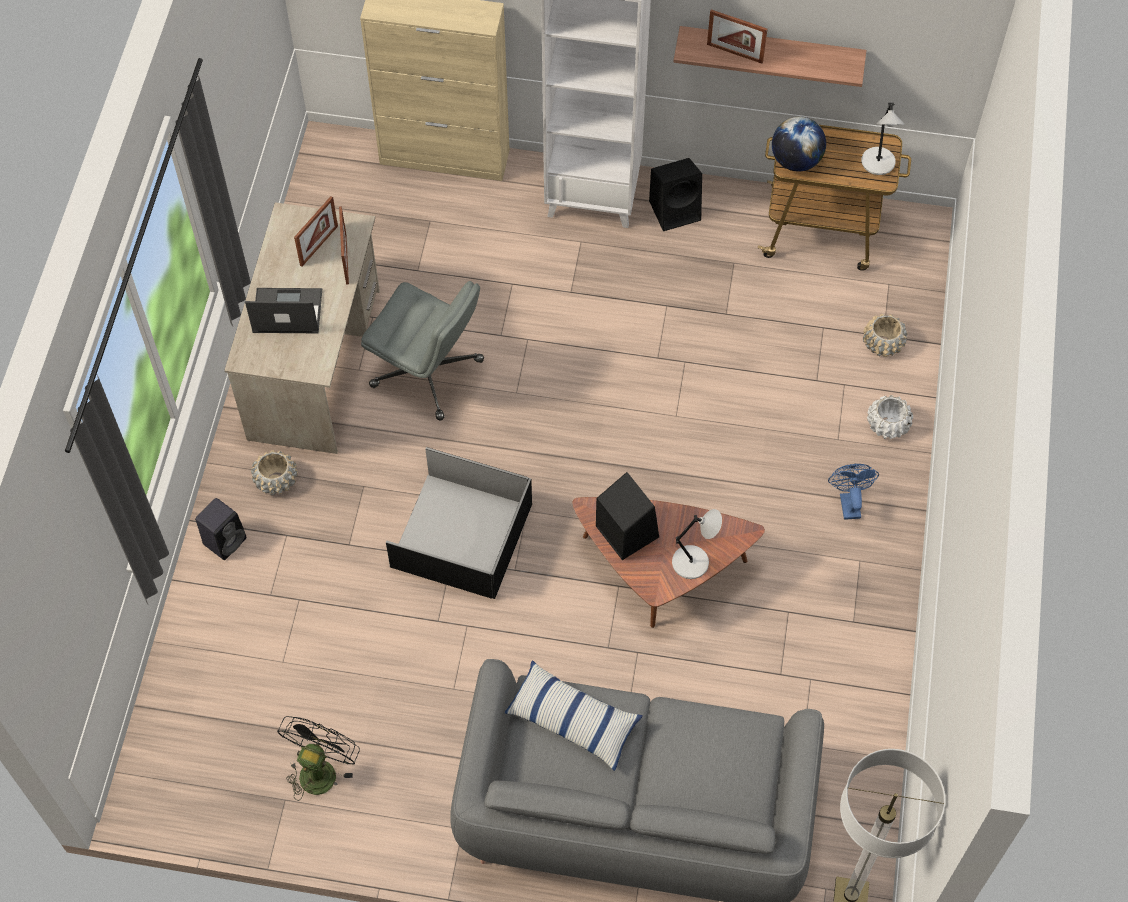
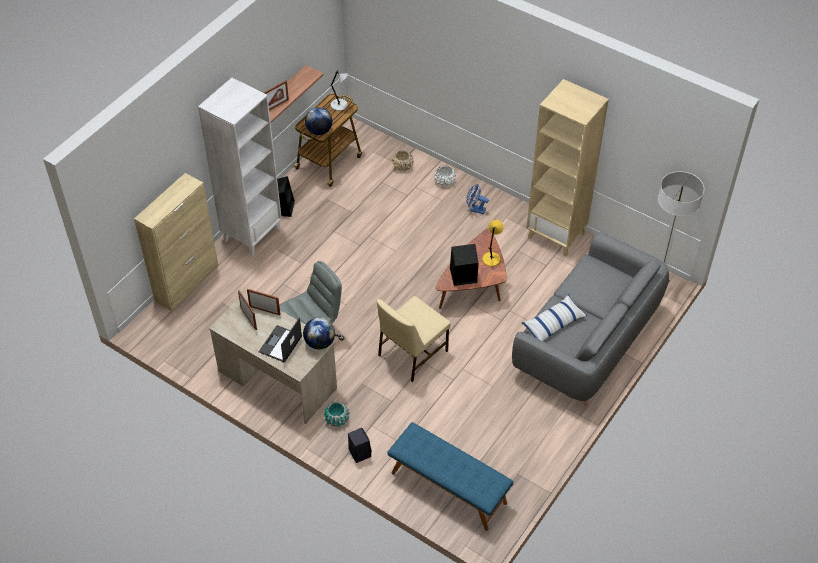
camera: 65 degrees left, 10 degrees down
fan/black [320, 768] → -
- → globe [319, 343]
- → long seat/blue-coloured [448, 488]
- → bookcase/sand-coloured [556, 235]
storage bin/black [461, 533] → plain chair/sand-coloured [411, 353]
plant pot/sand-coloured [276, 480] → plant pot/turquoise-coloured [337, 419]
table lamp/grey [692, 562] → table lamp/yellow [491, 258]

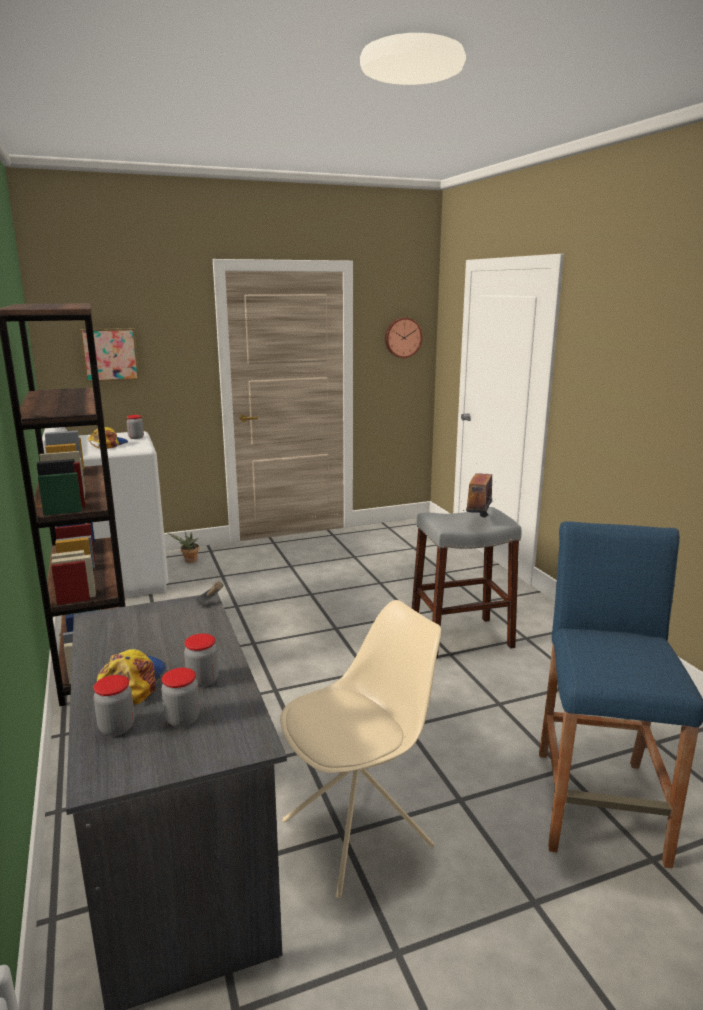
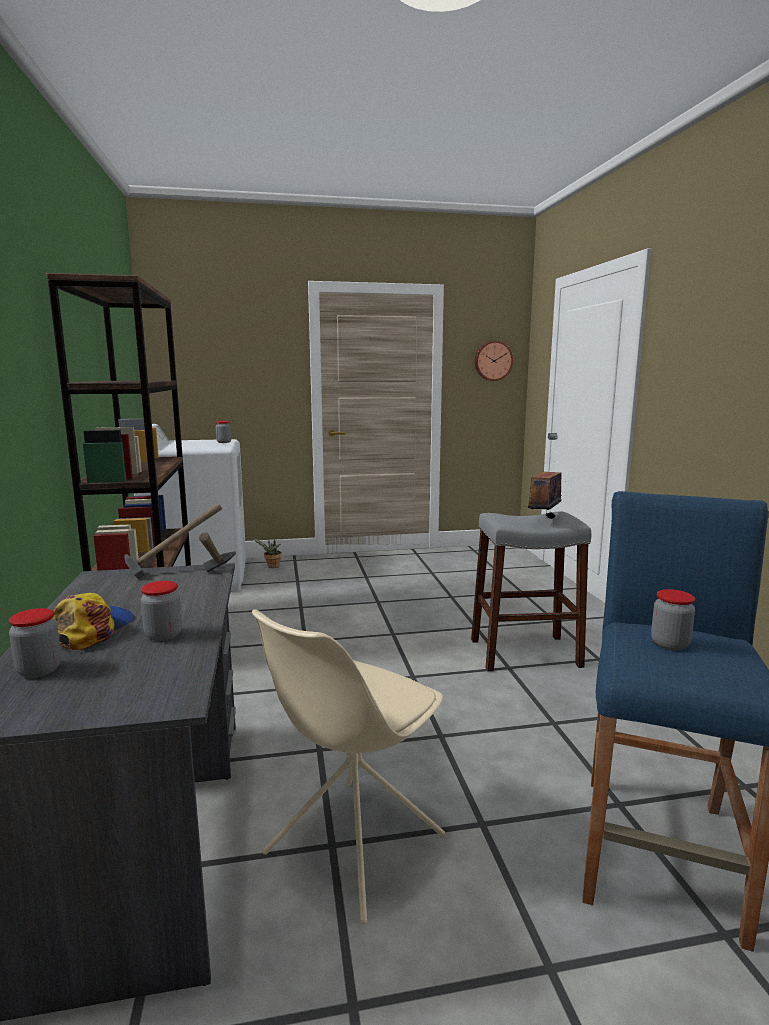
camera: 10 degrees right, 5 degrees down
picture [110, 354] → -
cap [108, 444] → -
- → hand hammer [173, 569]
preserve jar [182, 719] → preserve jar [669, 644], moved
plain chair/sand-coloured [359, 832] → plain chair/sand-coloured [352, 846], 150 degrees clockwise

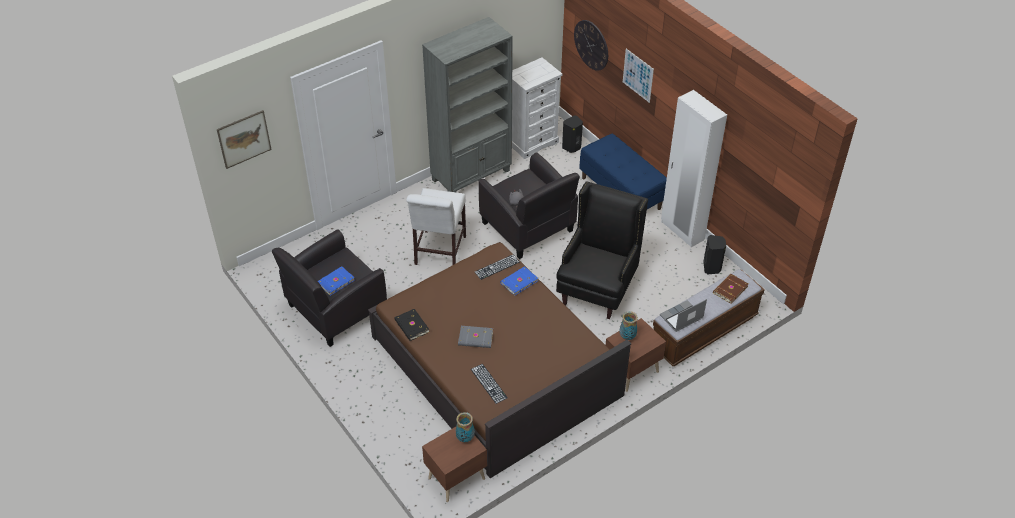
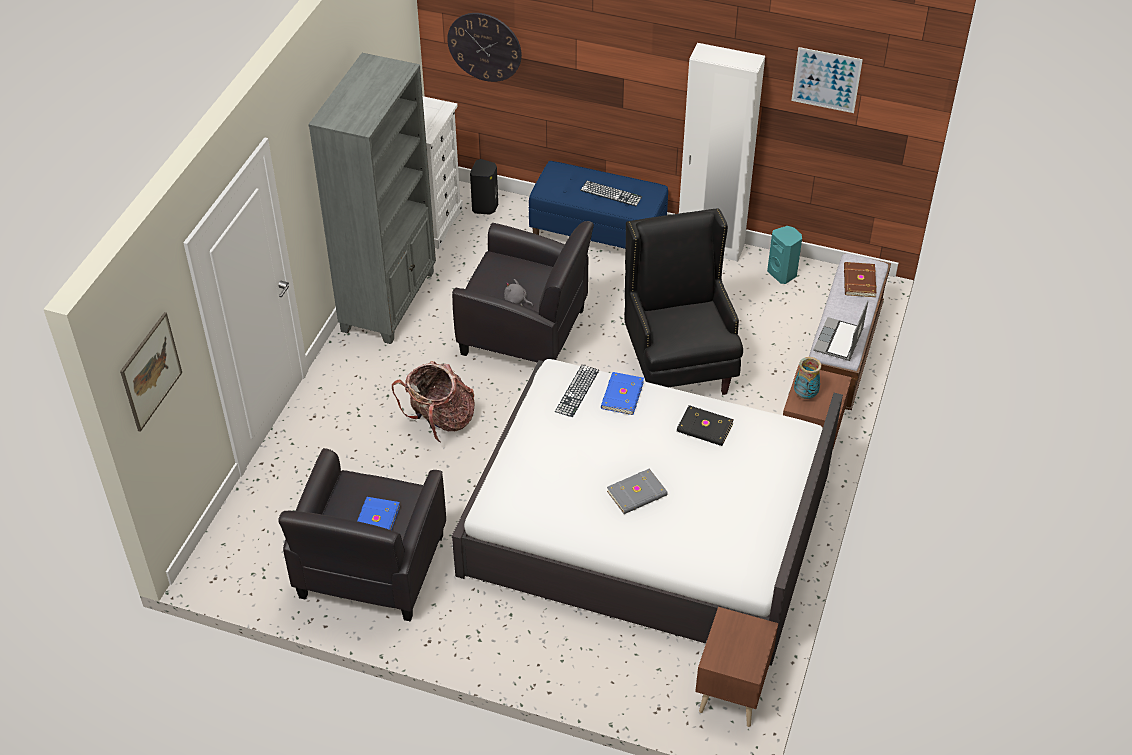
camera: 35 degrees left, 0 degrees up
flower vase [465, 438] → -
volume/black [411, 326] → volume/black [704, 428], moved
computer keyboard [489, 383] → computer keyboard [611, 193], moved
picture [638, 75] → picture [826, 80], moved
plain chair/white-coloured [439, 252] → rucksack [440, 421]
bed/brown [495, 366] → bed/white-coloured [647, 525]
audio speaker/black [712, 268] → audio speaker/turquoise-coloured [783, 274]

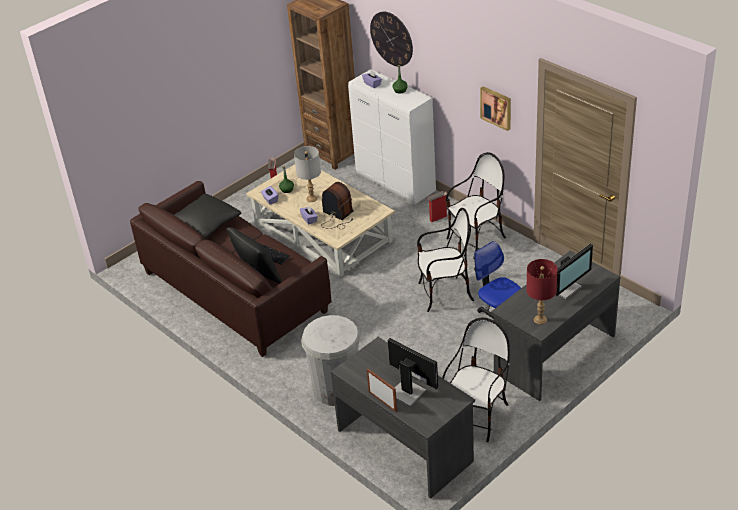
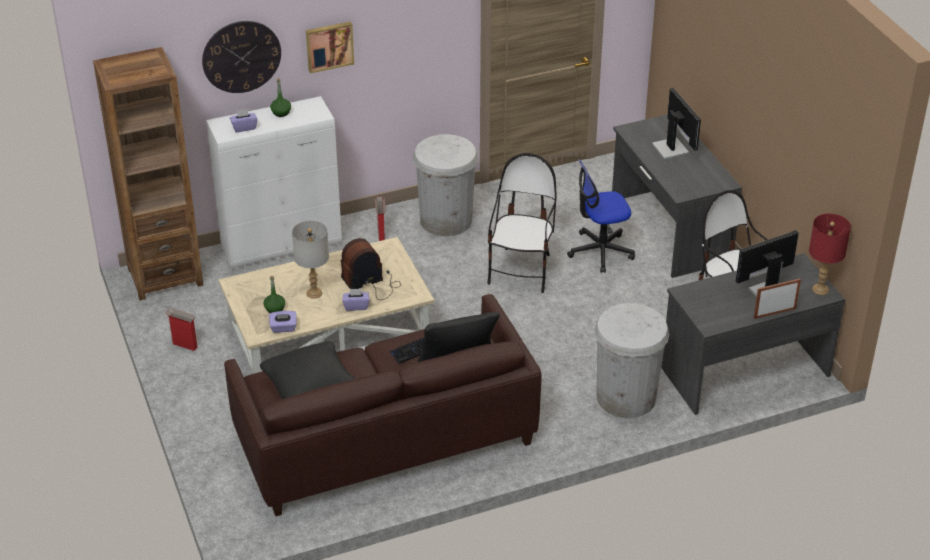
camera: 70 degrees left, 0 degrees up
picture [496, 107] → picture [329, 46], moved
table lamp/red [540, 319] → table lamp/red [820, 289], moved
plain chair [476, 240] → waste bin/white-coloured [446, 220]

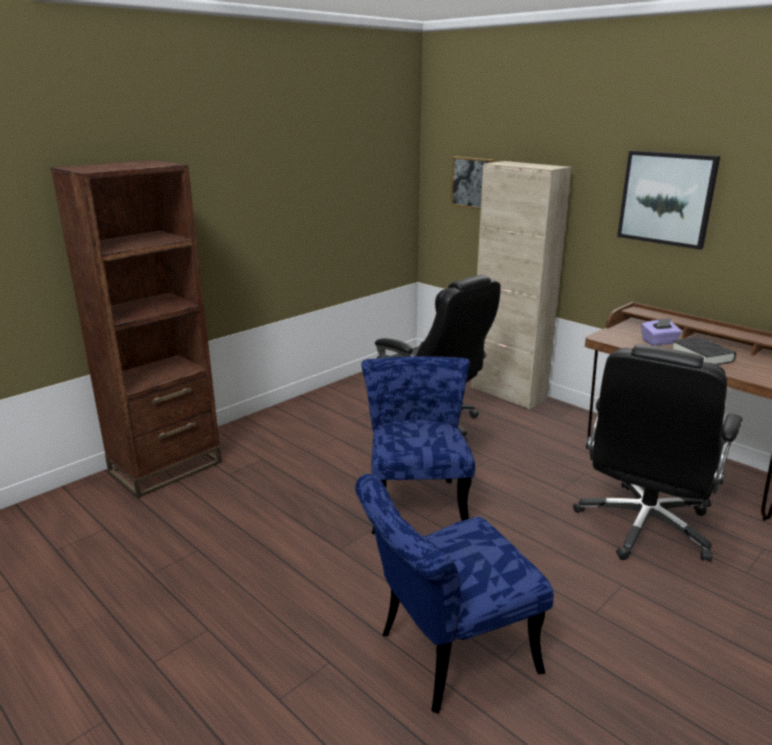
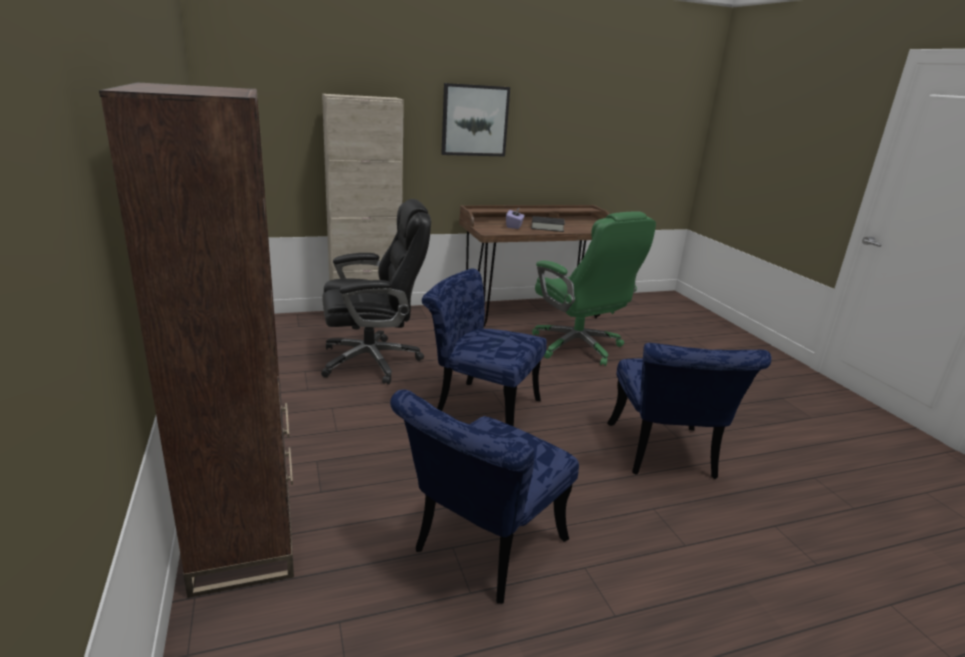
camera: 65 degrees left, 0 degrees up
picture [472, 183] → -
- → plain chair/blue-coloured [480, 550]
desk chair/black [643, 527] → desk chair/greenish [578, 347]

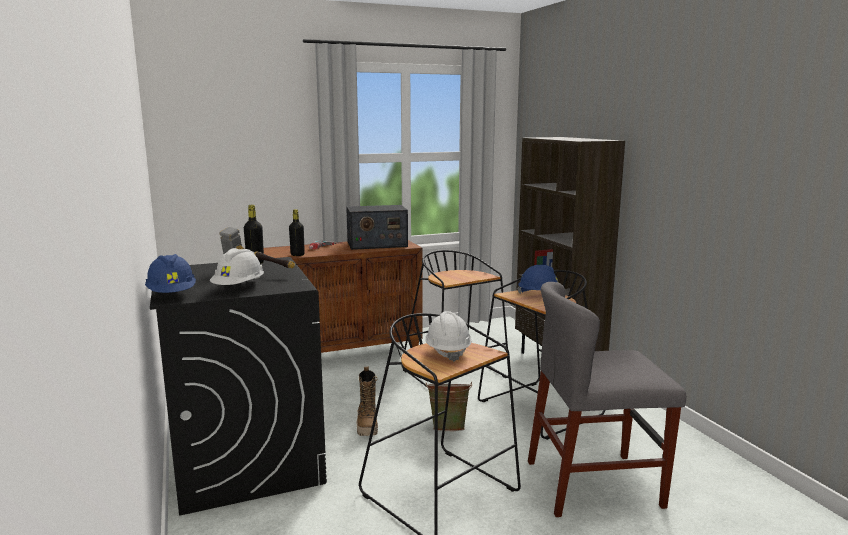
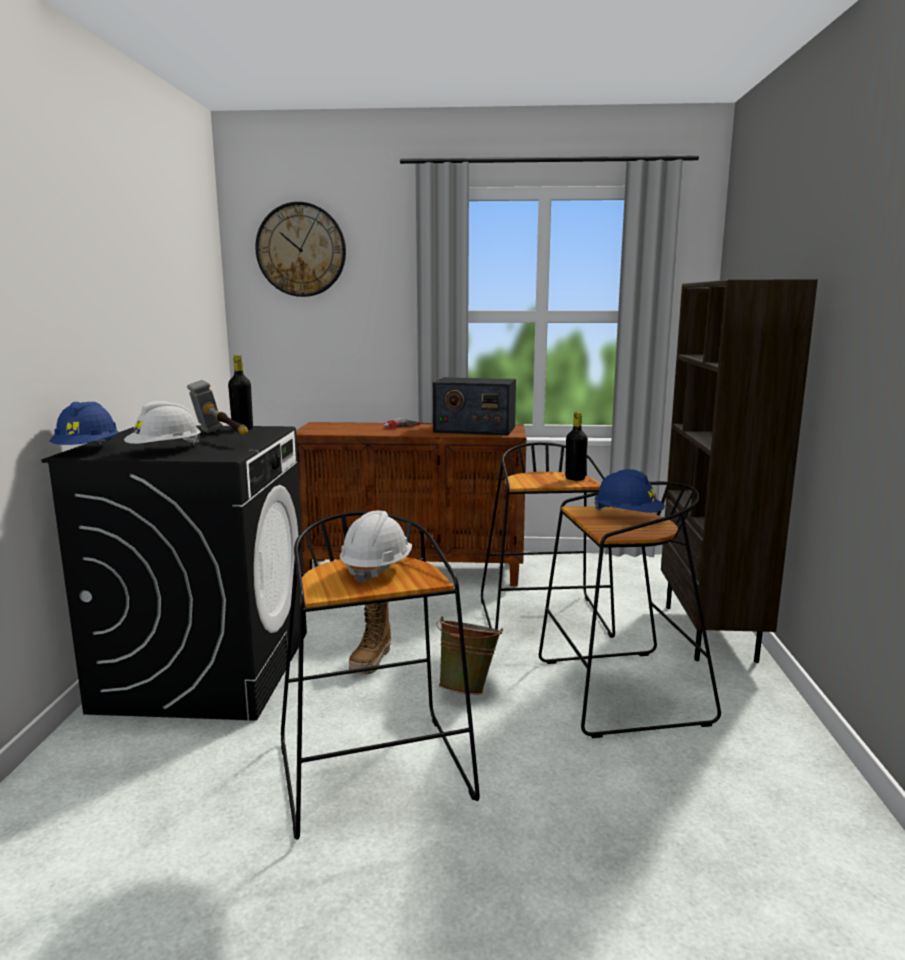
camera: 25 degrees right, 0 degrees up
plain chair/grey [593, 484] → -
- → wall clock [301, 250]
bottle/black [297, 255] → bottle/black [575, 478], moved

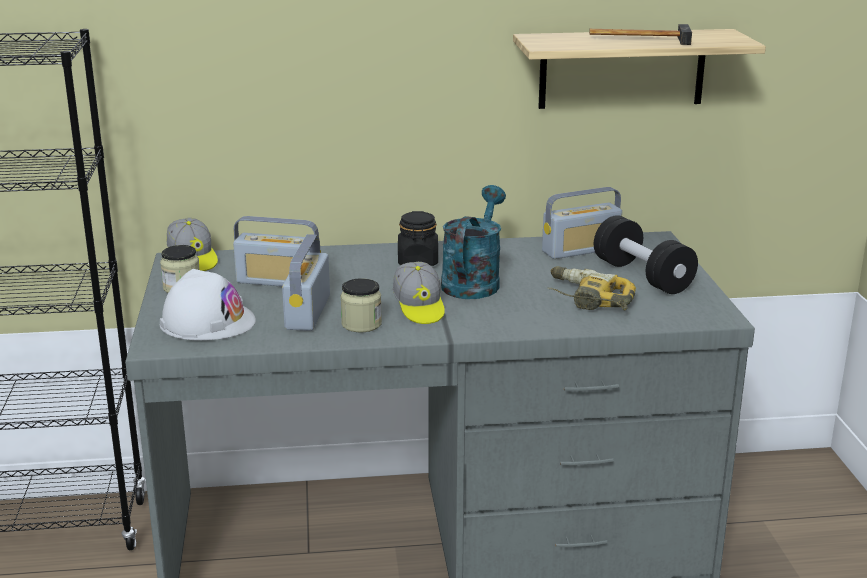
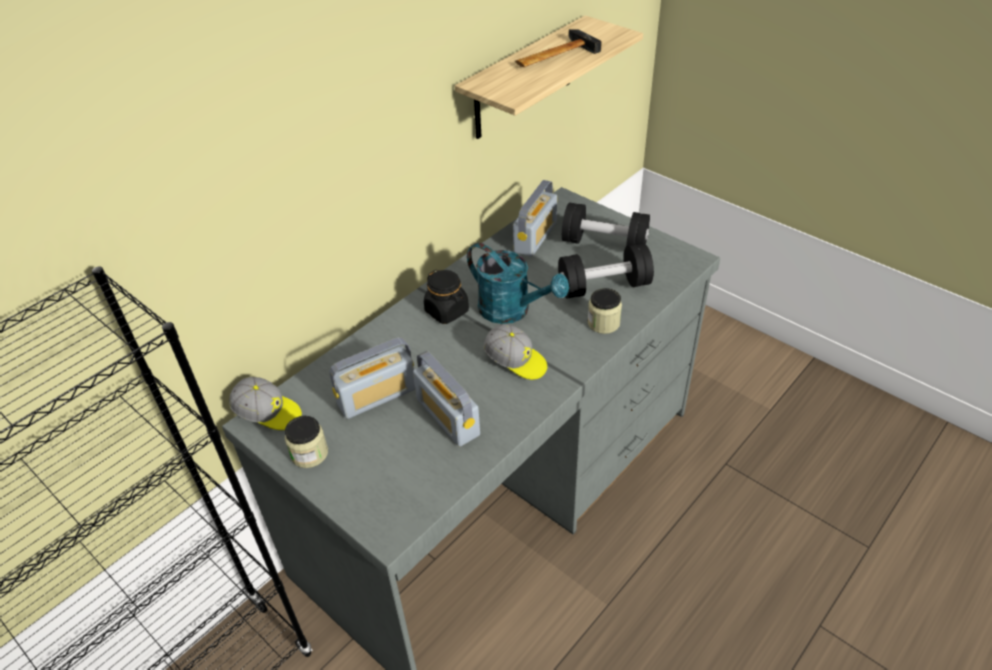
camera: 40 degrees left, 20 degrees up
work helmet/white-coloured [207, 322] → -
preserve jar [361, 324] → preserve jar [603, 323], moved
electric drill [587, 299] → hand weight/black [604, 286]
watering pot/turquoise-coloured [473, 281] → watering pot/turquoise-coloured [512, 311], 150 degrees clockwise

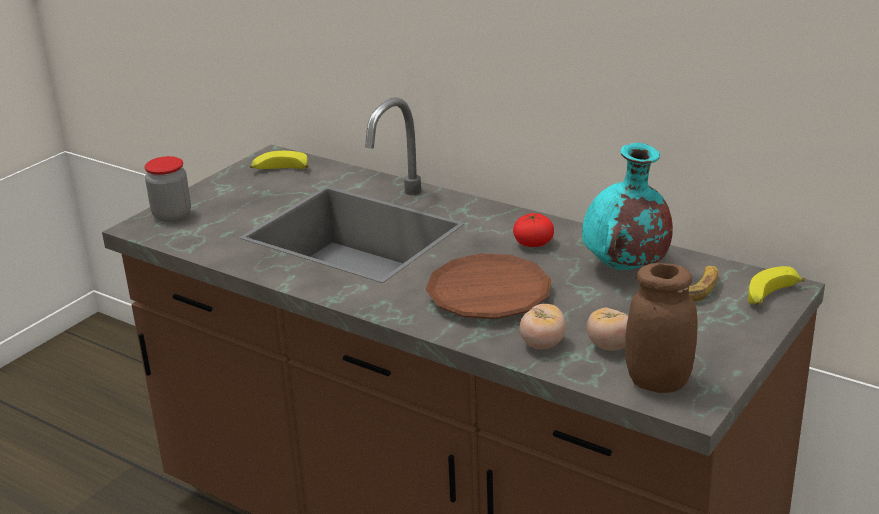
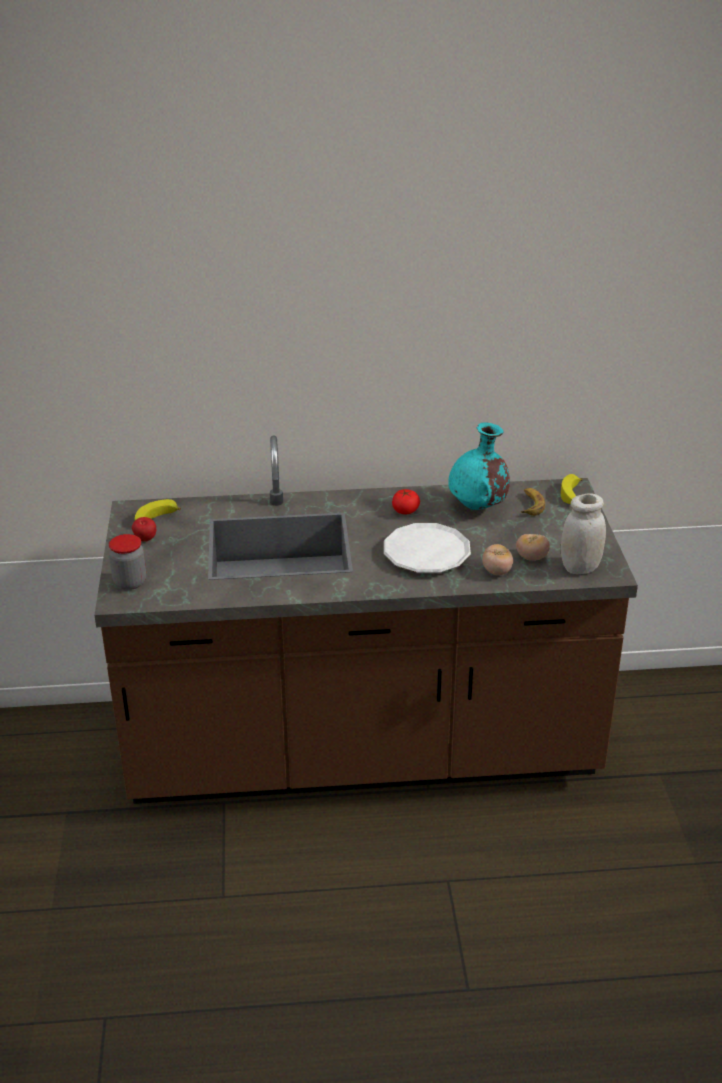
camera: 40 degrees left, 5 degrees up
- → whole apple [145, 540]
dinner plate/brown [488, 295] → dinner plate/white-coloured [426, 554]
preserve jar/brown [658, 382] → preserve jar/white-coloured [580, 567]

